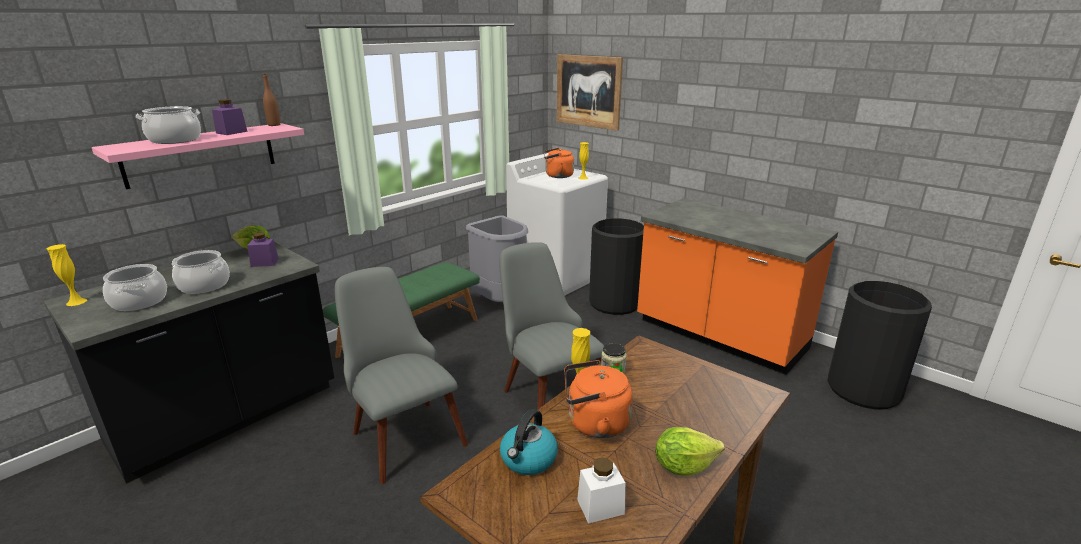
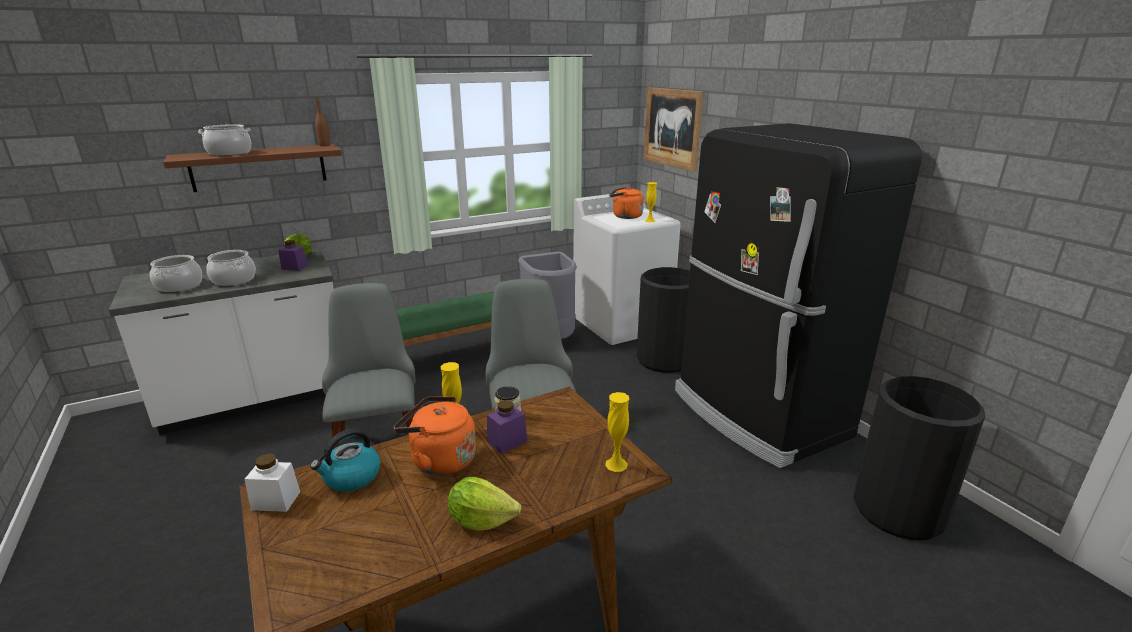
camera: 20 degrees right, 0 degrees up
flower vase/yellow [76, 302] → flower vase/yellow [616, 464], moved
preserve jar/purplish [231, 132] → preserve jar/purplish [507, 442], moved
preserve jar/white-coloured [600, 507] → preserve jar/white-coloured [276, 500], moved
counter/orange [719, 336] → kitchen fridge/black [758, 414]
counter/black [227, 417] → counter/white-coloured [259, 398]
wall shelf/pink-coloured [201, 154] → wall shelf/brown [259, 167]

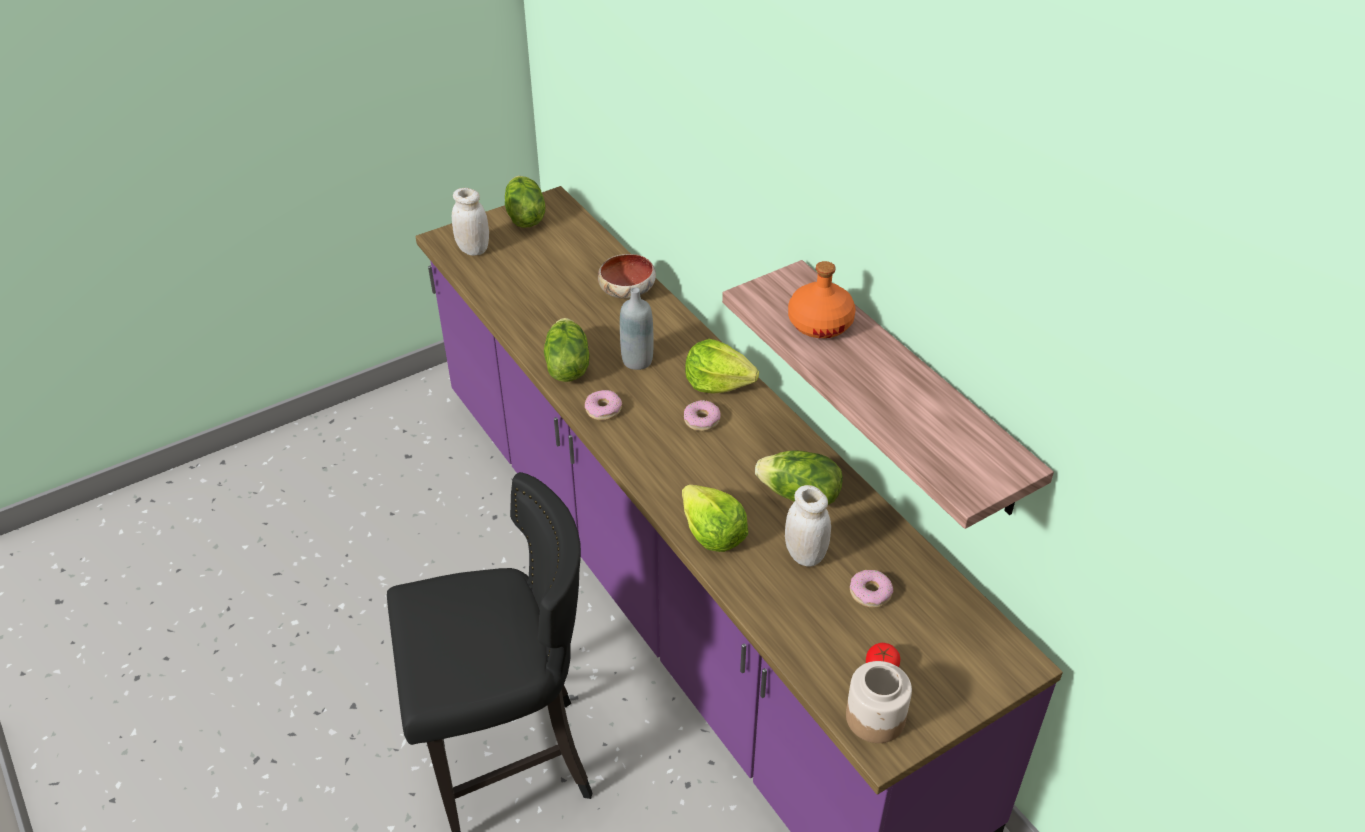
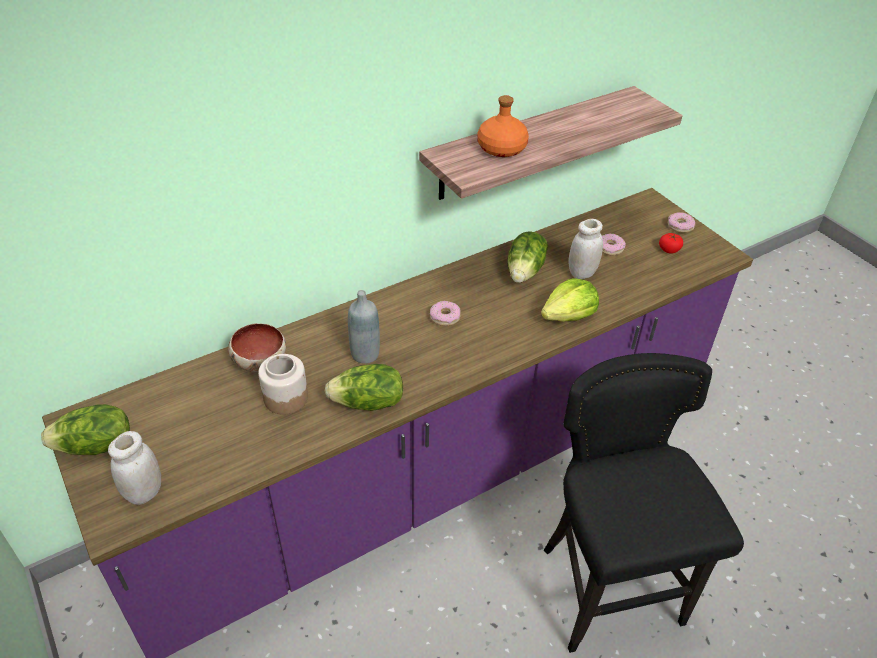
camera: 90 degrees left, 0 degrees up
lettuce [718, 382] → -
donut [603, 410] → donut [680, 226], moved
preserve jar [876, 717] → preserve jar [285, 397], moved

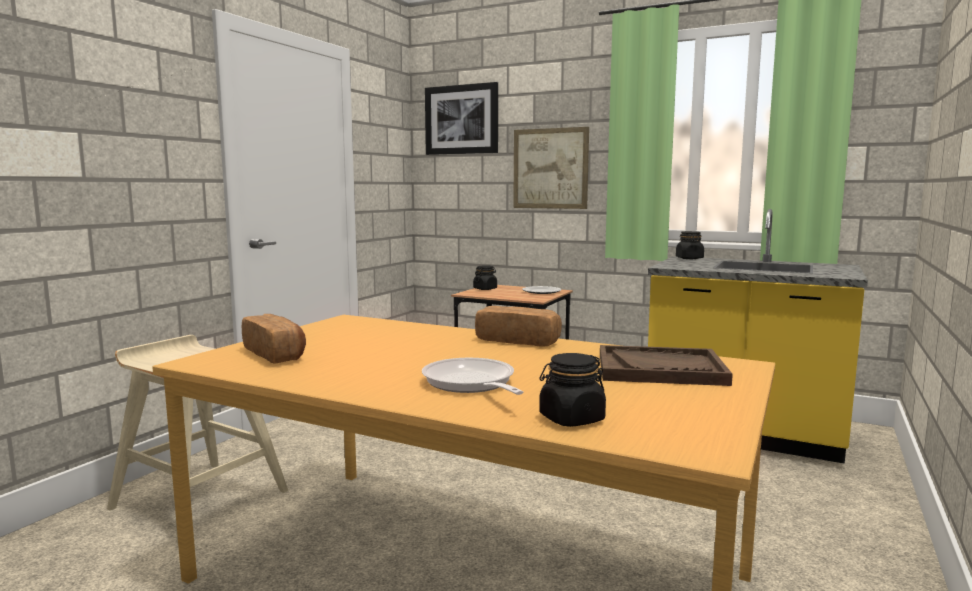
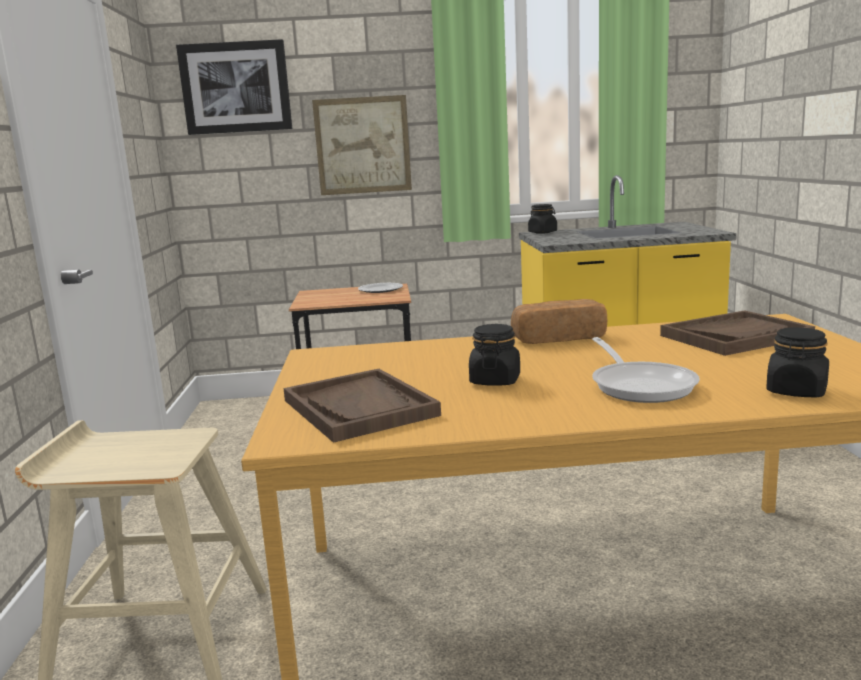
camera: 30 degrees left, 5 degrees up
preserve jar/black [485, 289] → preserve jar/black [495, 380], moved
bread [275, 354] → tray/brown [359, 408]
frying pan [471, 384] → frying pan [640, 385], 135 degrees counterclockwise

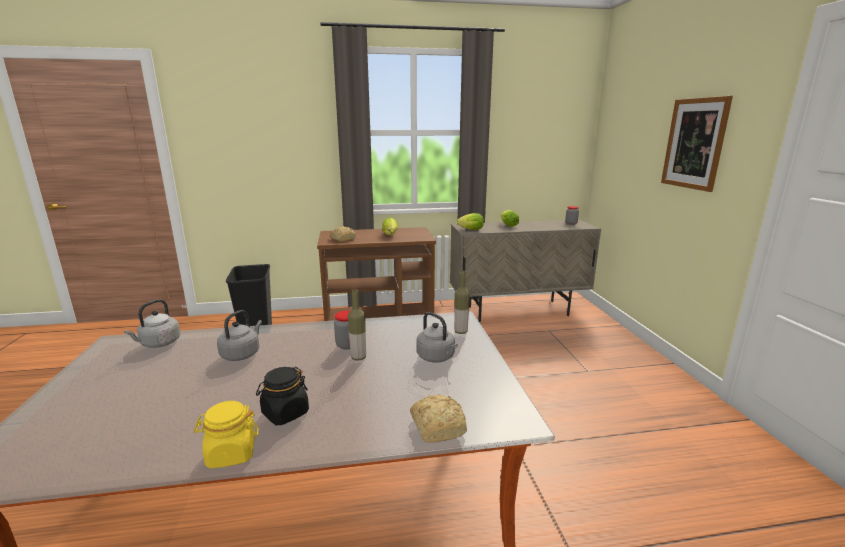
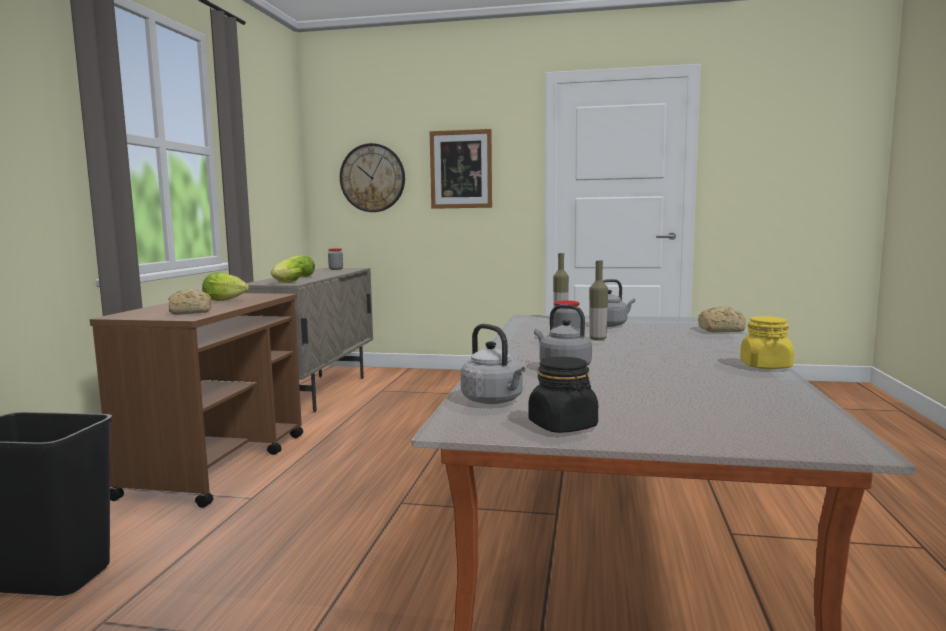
camera: 70 degrees left, 10 degrees down
- → wall clock [372, 178]
preserve jar/black [285, 413] → preserve jar/black [563, 426], moved

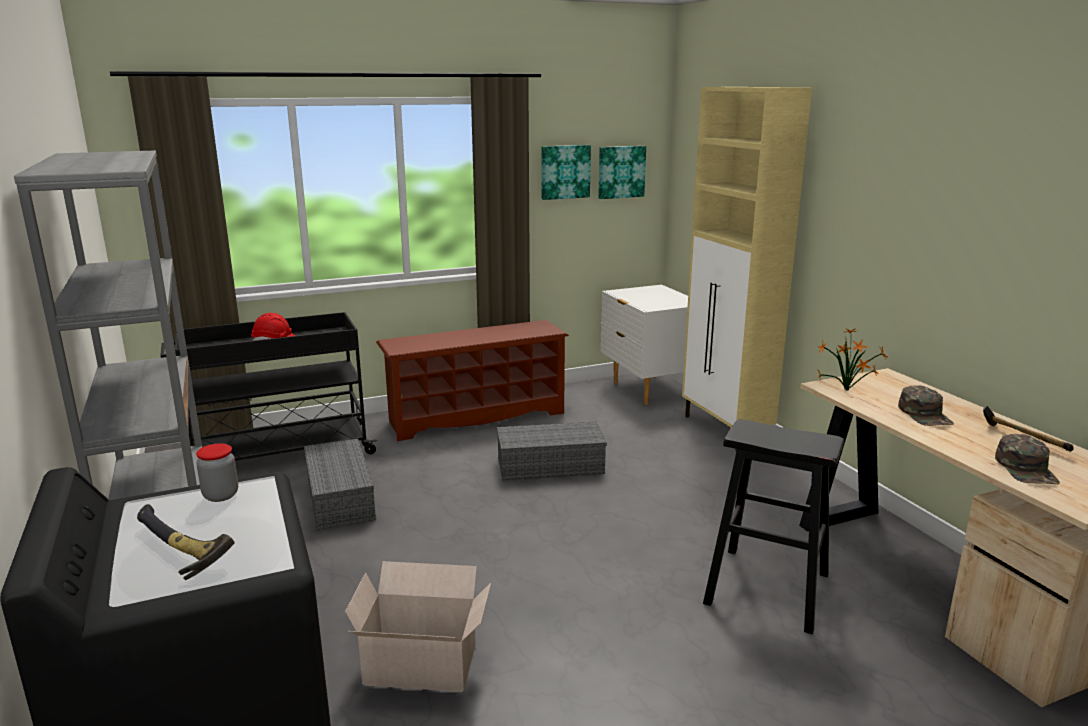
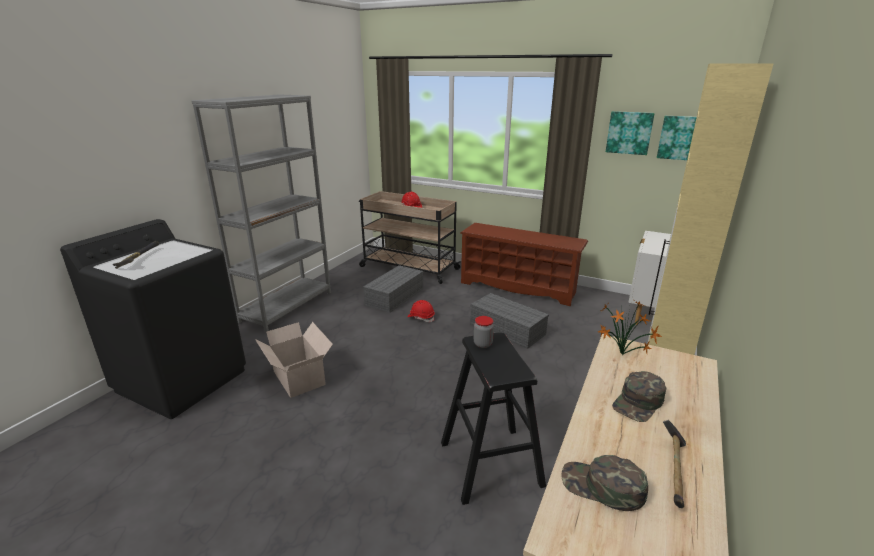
camera: 50 degrees right, 5 degrees up
- → work helmet/red [421, 317]
preserve jar [221, 495] → preserve jar [483, 344], moved
wheeled cart/black [279, 454] → wheeled cart/sand-coloured [408, 267]
cap/greenish [1026, 469] → cap/greenish [602, 487], 60 degrees clockwise

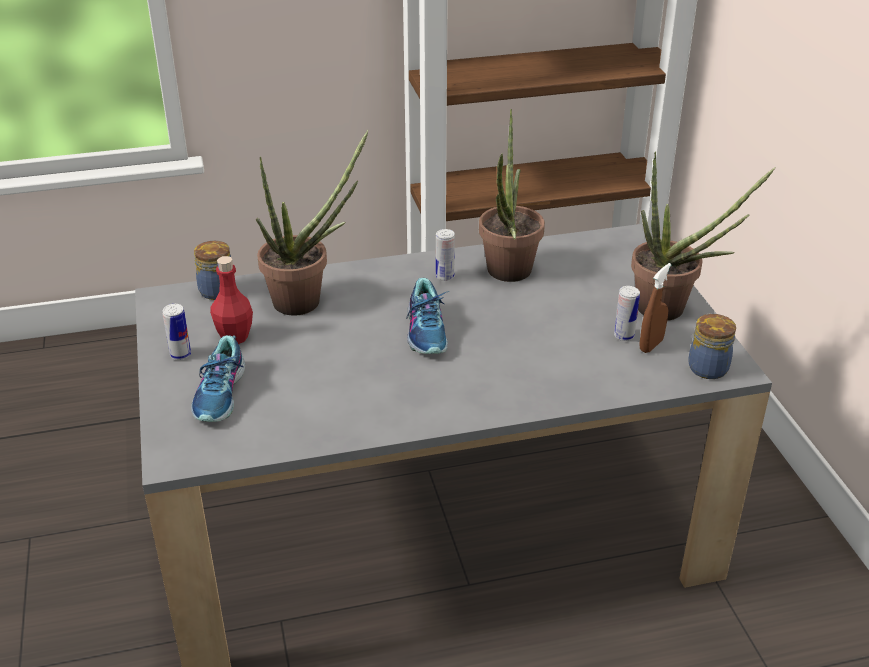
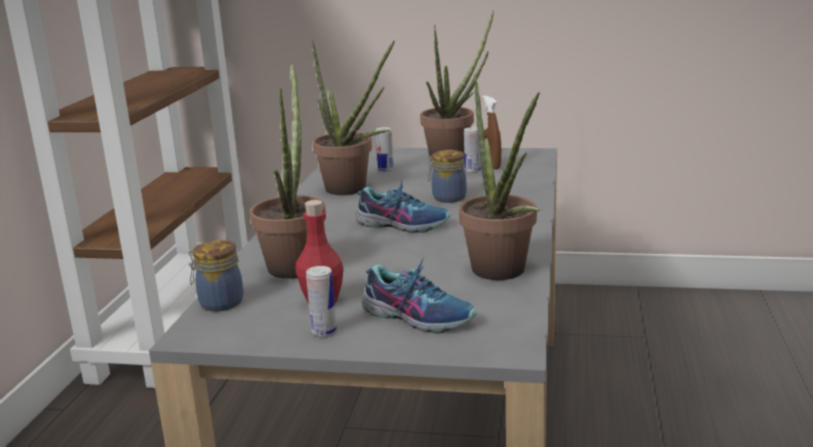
camera: 65 degrees left, 15 degrees down
- → plant in a pot [502, 274]
can [445, 276] → can [385, 170], moved
preserve jar [707, 367] → preserve jar [447, 198], moved

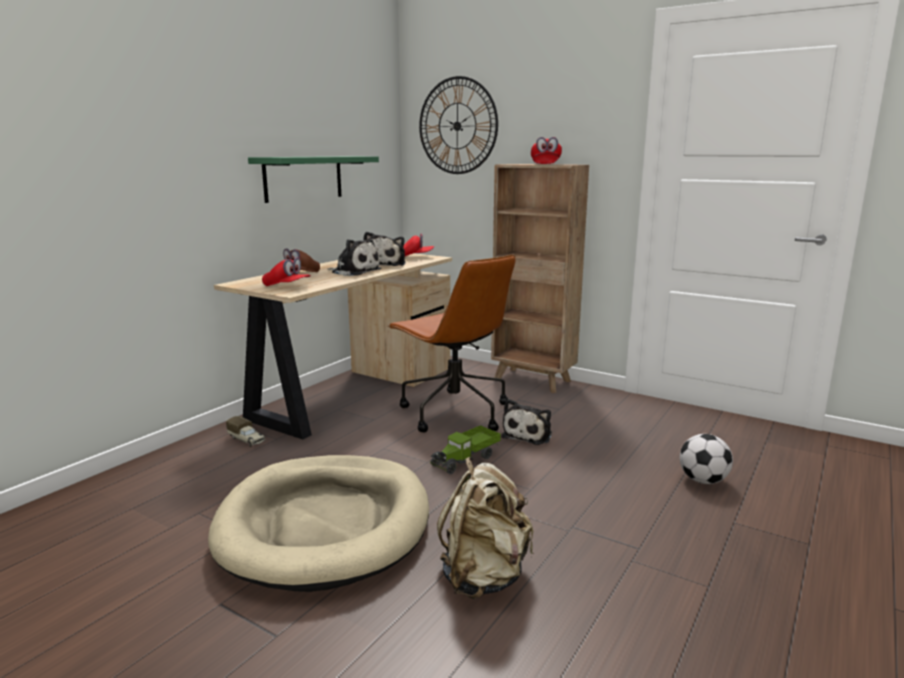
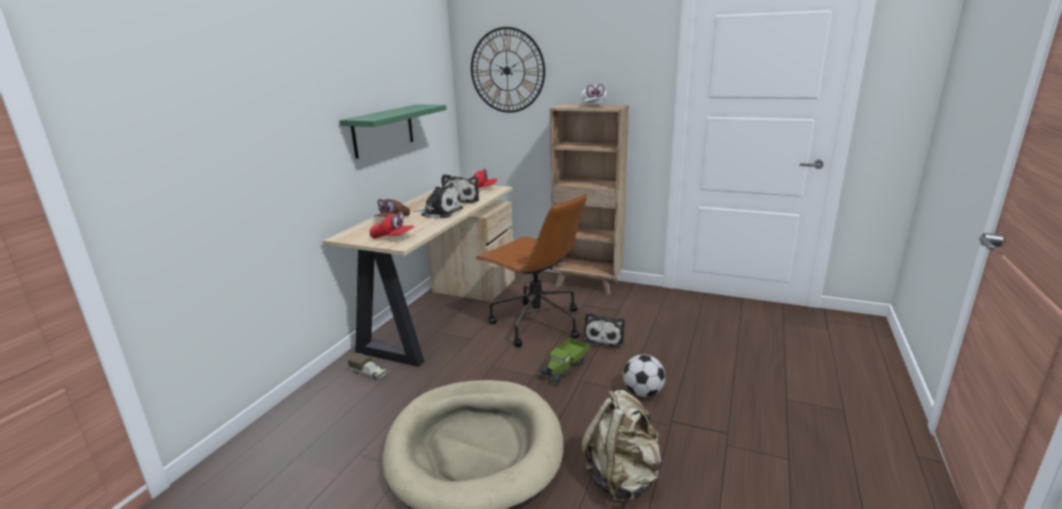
camera: 10 degrees left, 5 degrees up
football ball [703, 481] → football ball [643, 392], moved
cap/red [545, 164] → cap/white-coloured [593, 106]

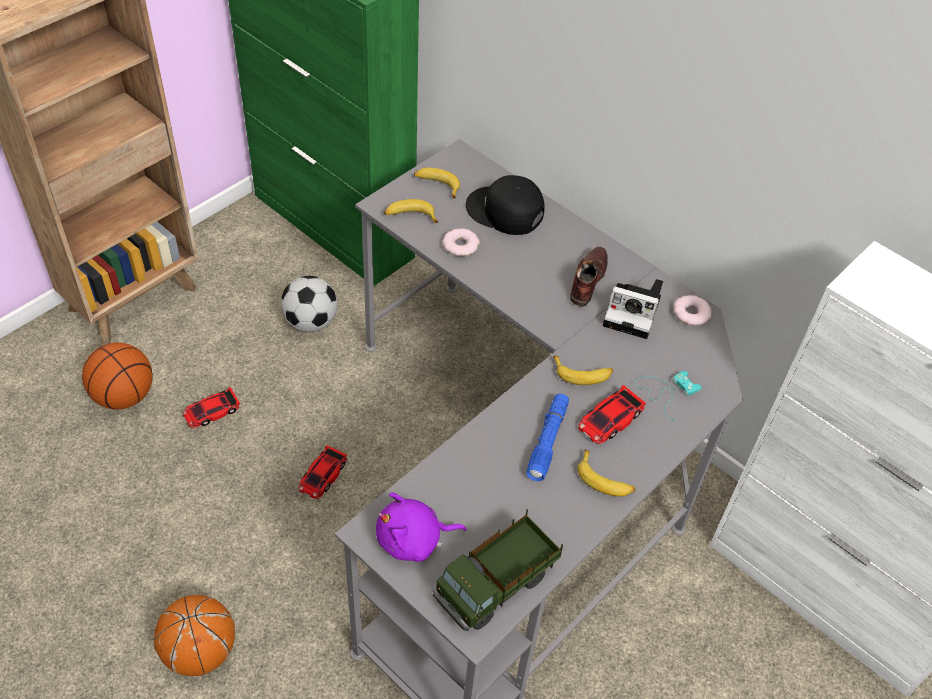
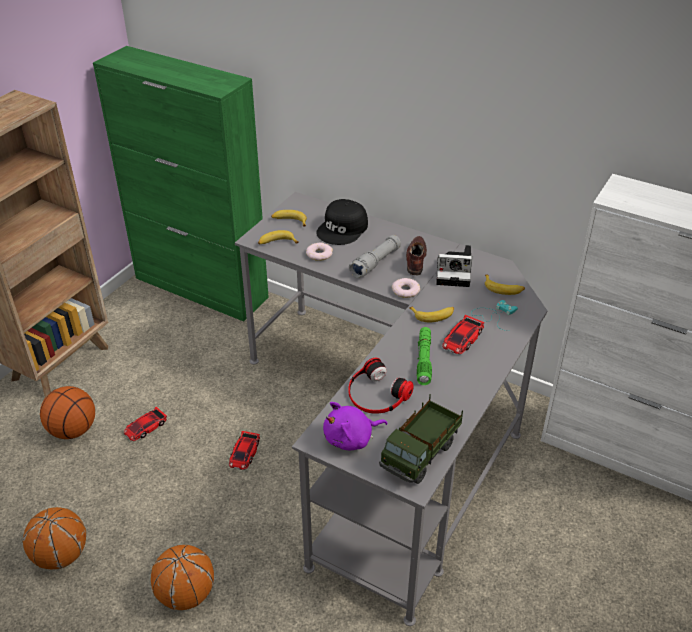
camera: 10 degrees left, 10 degrees down
football ball [311, 322] → -
- → ball for basketball [61, 556]
- → pair of headphones [376, 394]
- → flashlight/grey [375, 263]
banana fruit [604, 480] → banana fruit [503, 288], moved
donut [691, 313] → donut [405, 290], moved
flashlight/blue-coloured [547, 441] → flashlight/greenish [424, 360]
cap/black [504, 211] → cap/black [343, 229], 75 degrees counterclockwise

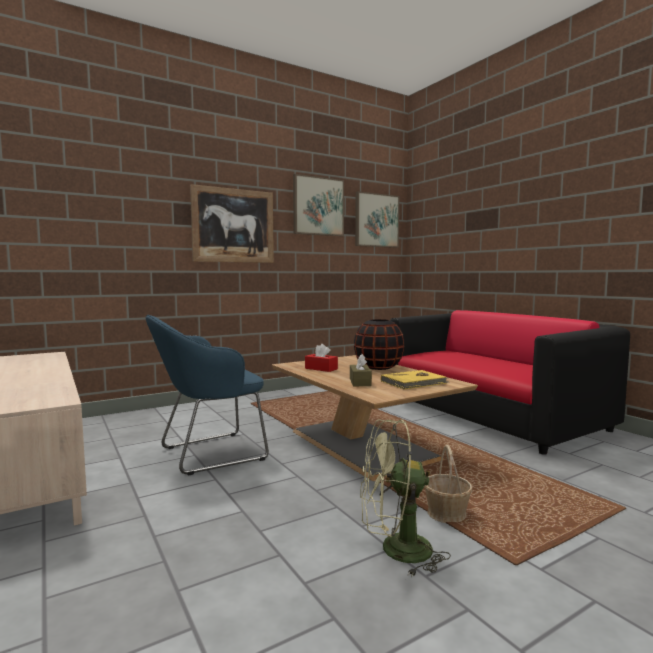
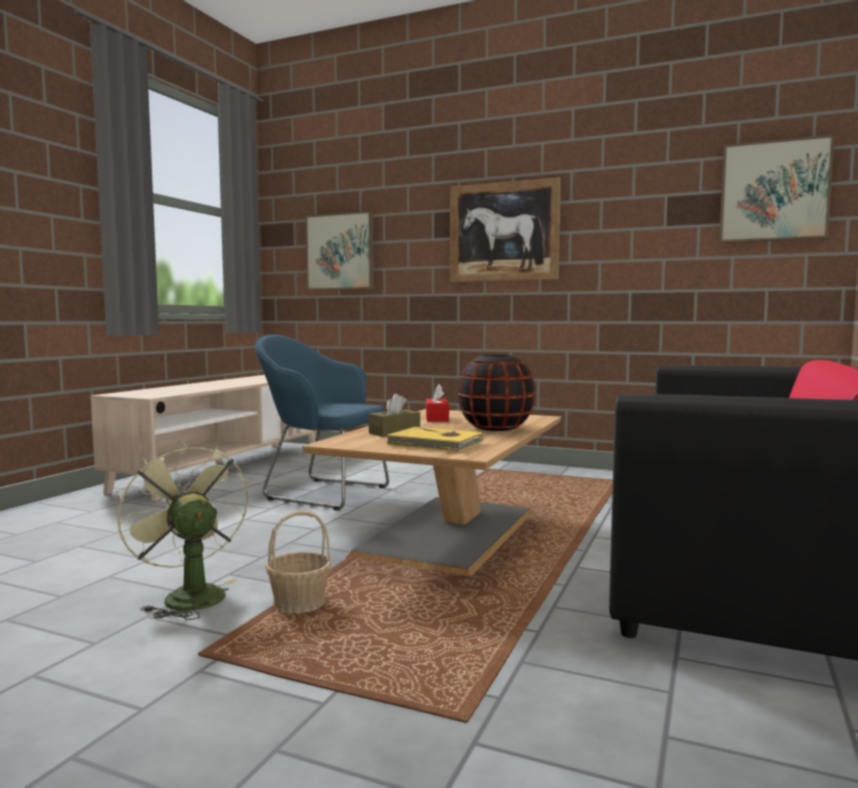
camera: 55 degrees right, 0 degrees up
picture [318, 206] → picture [340, 252], moved

